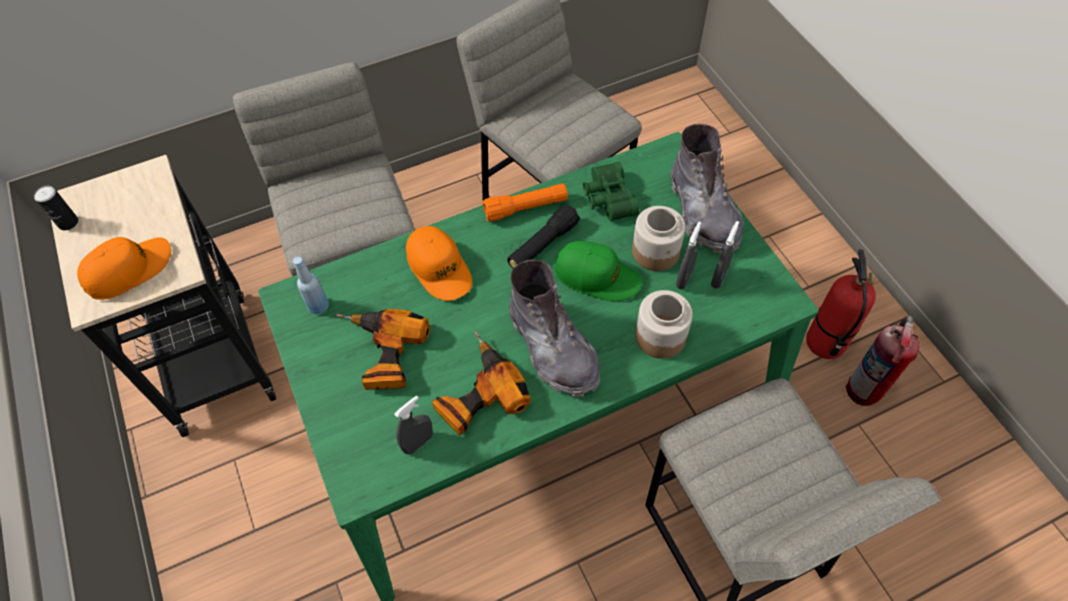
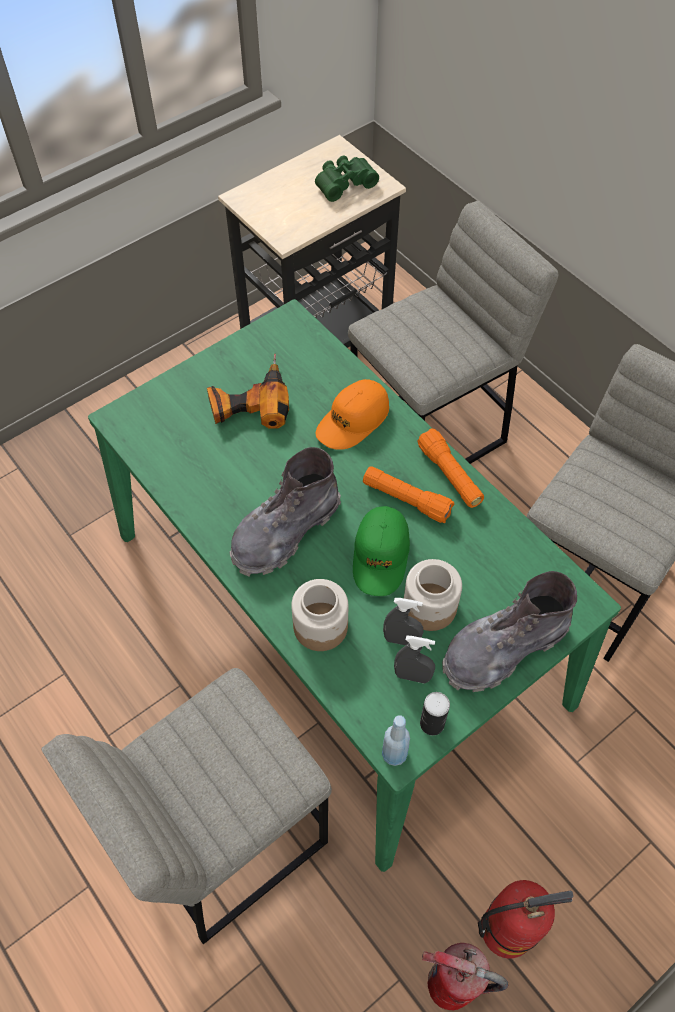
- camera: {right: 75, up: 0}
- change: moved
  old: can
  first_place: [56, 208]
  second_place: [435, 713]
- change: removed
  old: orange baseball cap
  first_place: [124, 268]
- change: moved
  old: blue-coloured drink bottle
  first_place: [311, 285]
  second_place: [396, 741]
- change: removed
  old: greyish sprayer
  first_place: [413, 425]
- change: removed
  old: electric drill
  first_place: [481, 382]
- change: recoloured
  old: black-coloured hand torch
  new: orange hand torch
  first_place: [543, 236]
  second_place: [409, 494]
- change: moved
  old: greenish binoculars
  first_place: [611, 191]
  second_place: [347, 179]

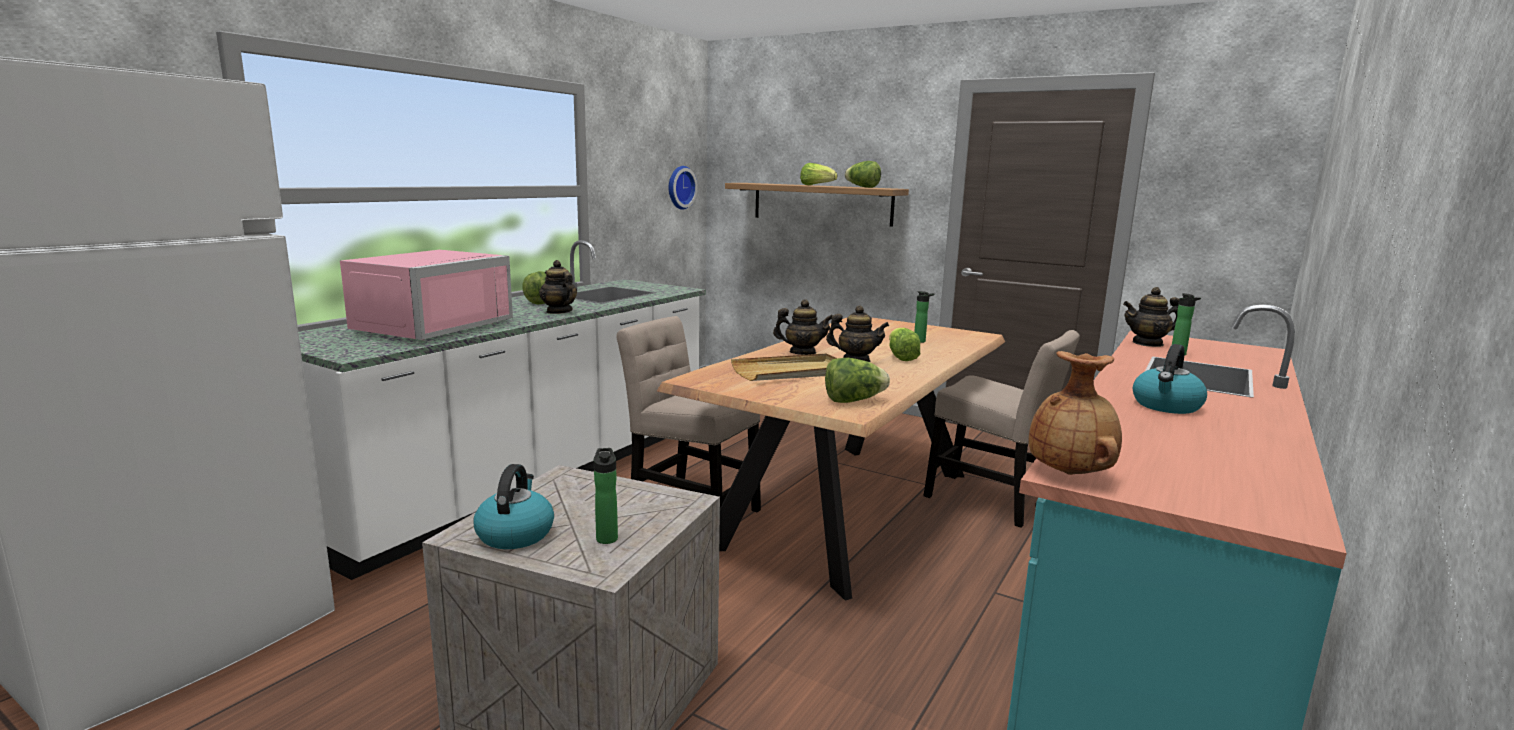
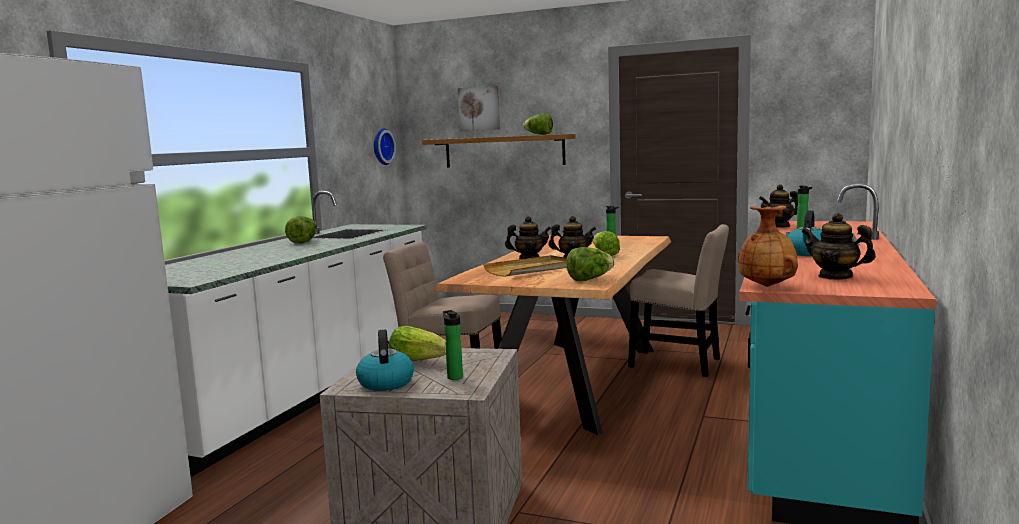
- camera: {right: -10, up: -5}
- change: removed
  old: pink microwave oven
  first_place: [426, 295]
- change: moved
  old: pot for tea
  first_place: [558, 287]
  second_place: [838, 246]
- change: moved
  old: lettuce head
  first_place: [818, 174]
  second_place: [417, 343]
- change: added
  new: wall picture
  second_place: [479, 108]

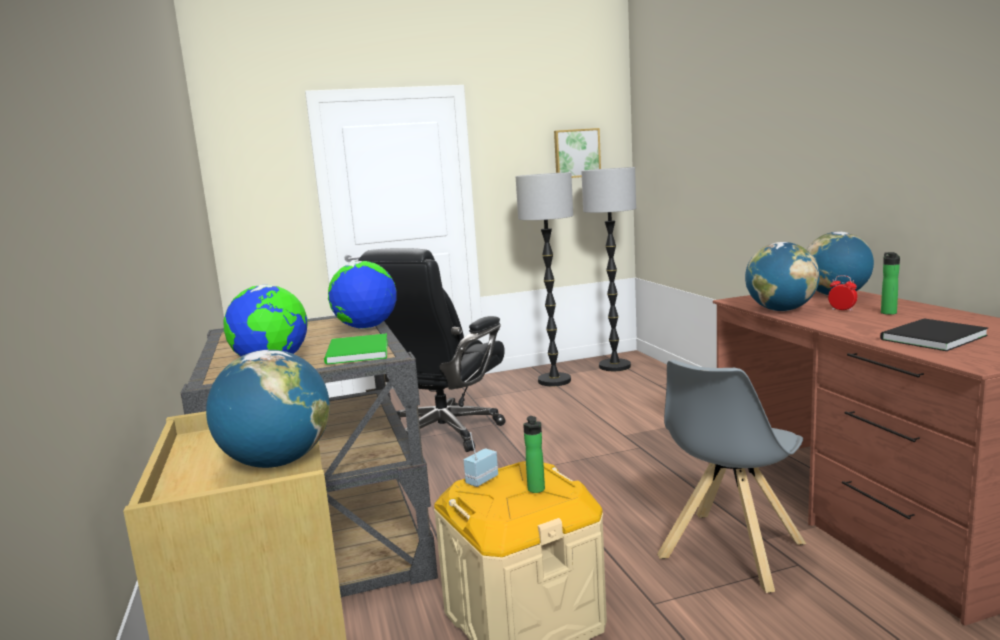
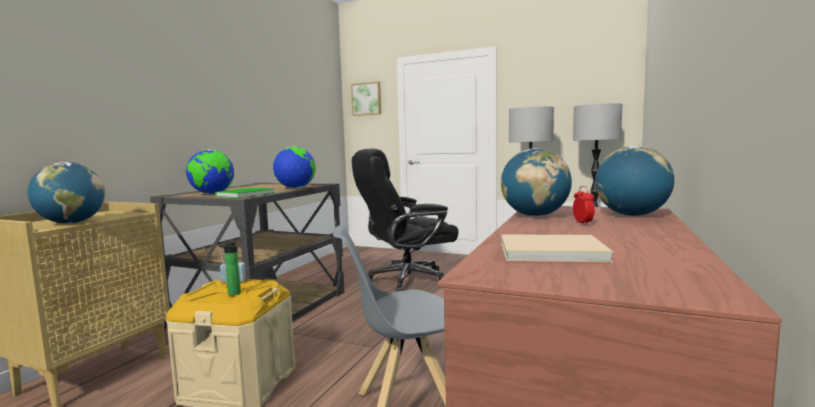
- camera: {right: 40, up: -5}
- change: moved
  old: wall picture
  first_place: [577, 153]
  second_place: [366, 99]
- change: recoloured
  old: black-coloured volume
  new: beige volume
  first_place: [934, 335]
  second_place: [557, 248]
- change: removed
  old: drink bottle
  first_place: [890, 283]

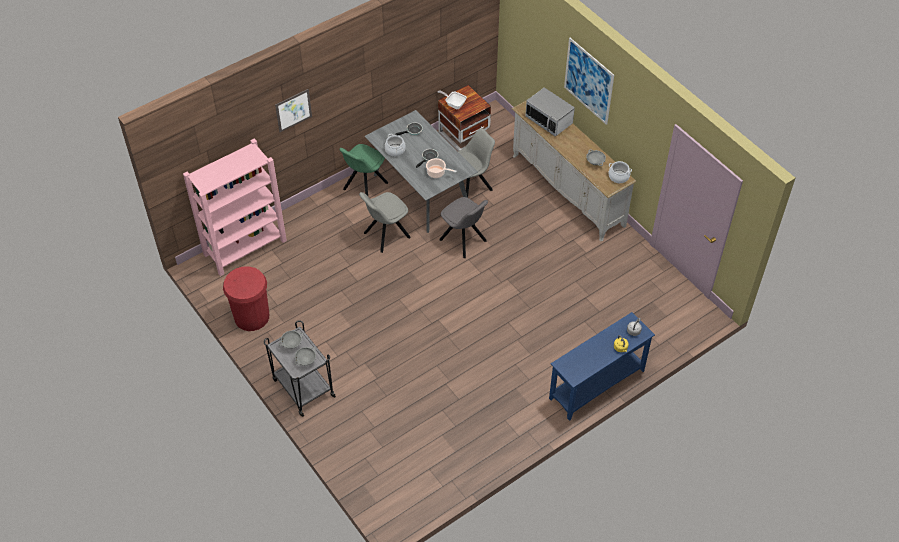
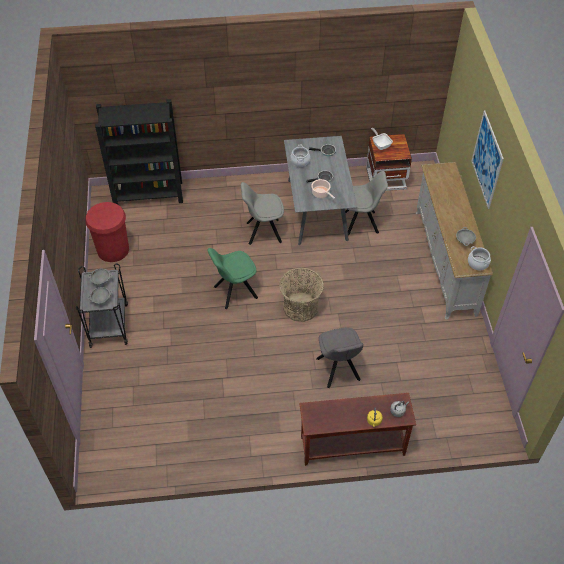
- camera: {right: 30, up: 0}
- change: recoloured
  old: pink shelving unit
  new: black-coloured shelving unit
  first_place: [235, 207]
  second_place: [139, 151]
- change: removed
  old: wall picture
  first_place: [293, 110]
- change: moved
  old: greenish chair
  first_place: [364, 170]
  second_place: [232, 278]
- change: moved
  old: greyish chair
  first_place: [463, 227]
  second_place: [339, 358]
- change: removed
  old: microwave oven
  first_place: [550, 111]
- change: recoloured
  old: blue-coloured narrow table
  new: brownish narrow table
  first_place: [602, 366]
  second_place: [357, 429]
- change: added
  new: basket
  second_place: [301, 295]

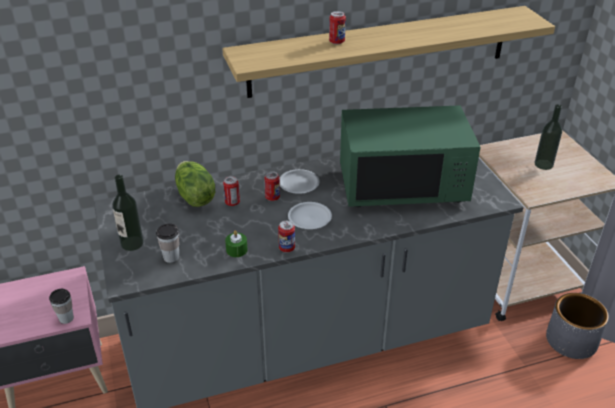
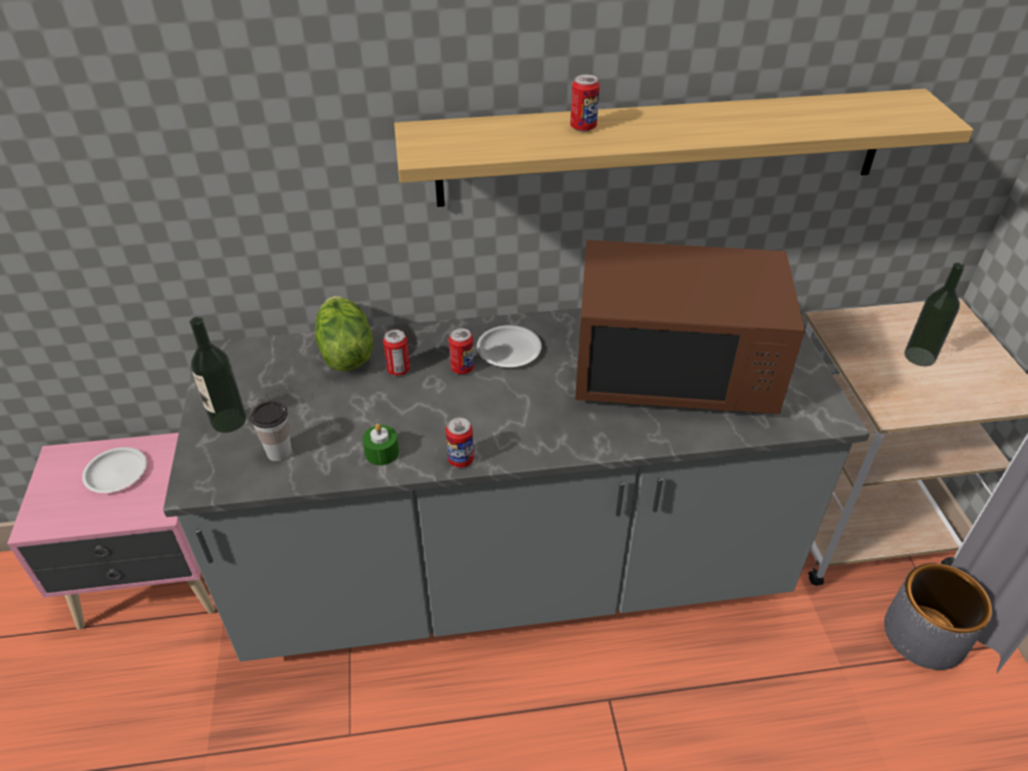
- camera: {right: 10, up: 5}
- change: removed
  old: drinking cup
  first_place: [61, 306]
- change: moved
  old: white-coloured flat dish
  first_place: [310, 215]
  second_place: [114, 470]
- change: recoloured
  old: greenish microwave oven
  new: brownish microwave oven
  first_place: [410, 156]
  second_place: [690, 327]

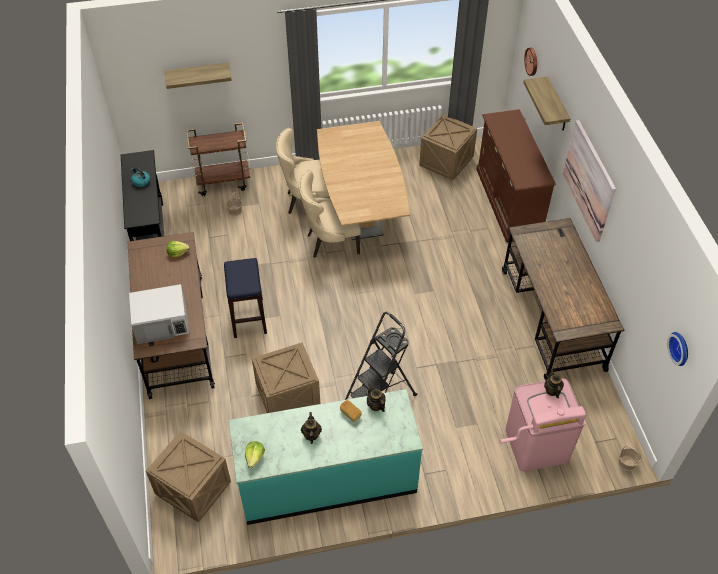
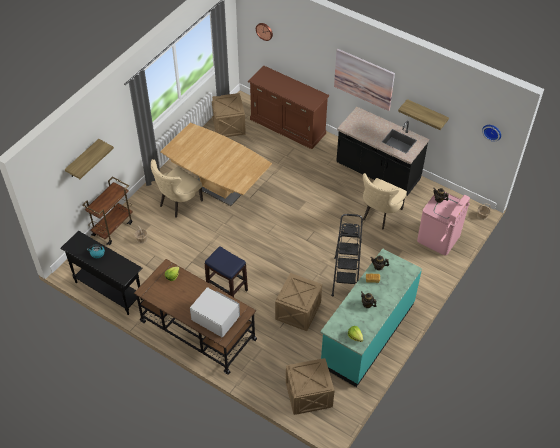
- camera: {right: -45, up: 0}
- change: turned
  old: white-coloured microwave oven
  first_place: [159, 314]
  second_place: [215, 312]
  degrees: -90
- change: moved
  old: beige chair
  first_place: [330, 214]
  second_place: [385, 201]
- change: replaced
  old: brownish desk unit
  new: black-coloured counter
  first_place: [563, 299]
  second_place: [382, 151]
- change: moved
  old: wall shelf
  first_place: [546, 104]
  second_place: [423, 114]

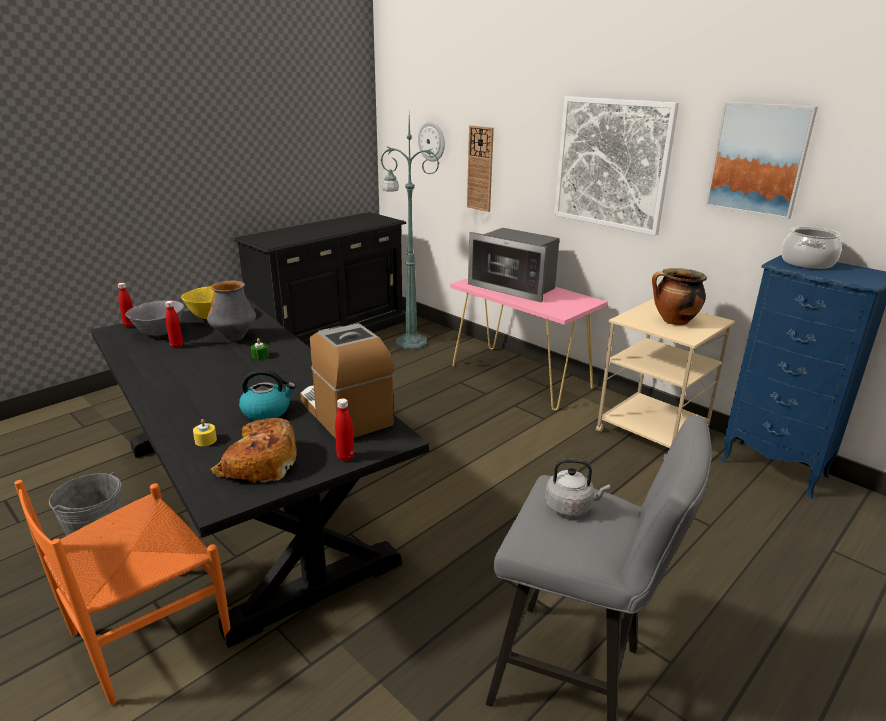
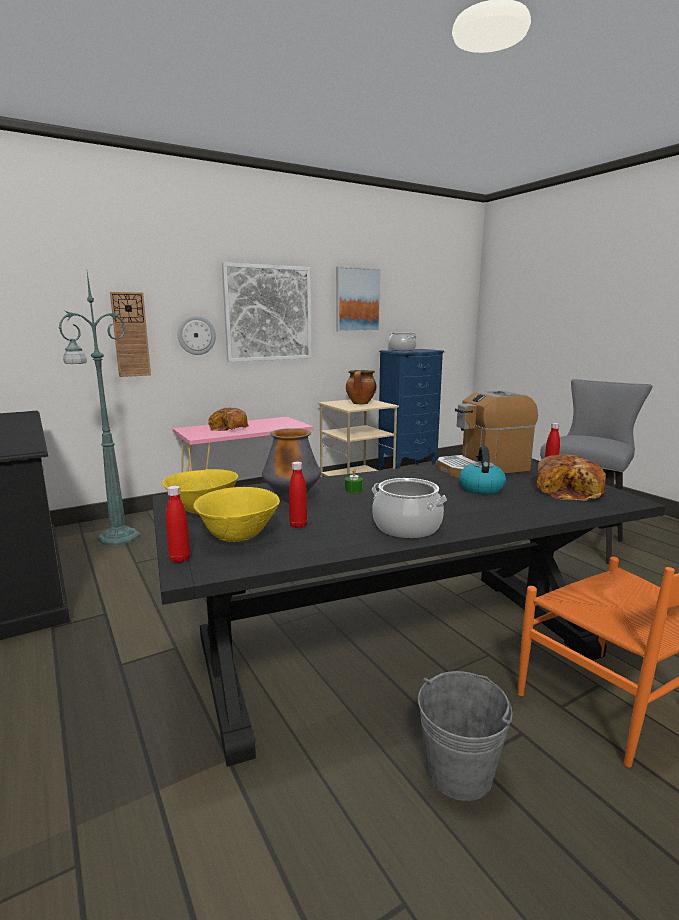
- camera: {right: -75, up: -10}
- change: recoloured
  old: greyish serving bowl
  new: yellowish serving bowl
  first_place: [154, 318]
  second_place: [236, 514]
- change: removed
  old: yellowish candle
  first_place: [205, 432]
- change: moved
  old: clock on the wall
  first_place: [431, 142]
  second_place: [197, 335]
- change: replaced
  old: microwave oven
  new: bread
  first_place: [514, 265]
  second_place: [229, 419]
- change: removed
  old: greyish kettle
  first_place: [577, 487]
- change: added
  new: cooking pot
  second_place: [409, 508]

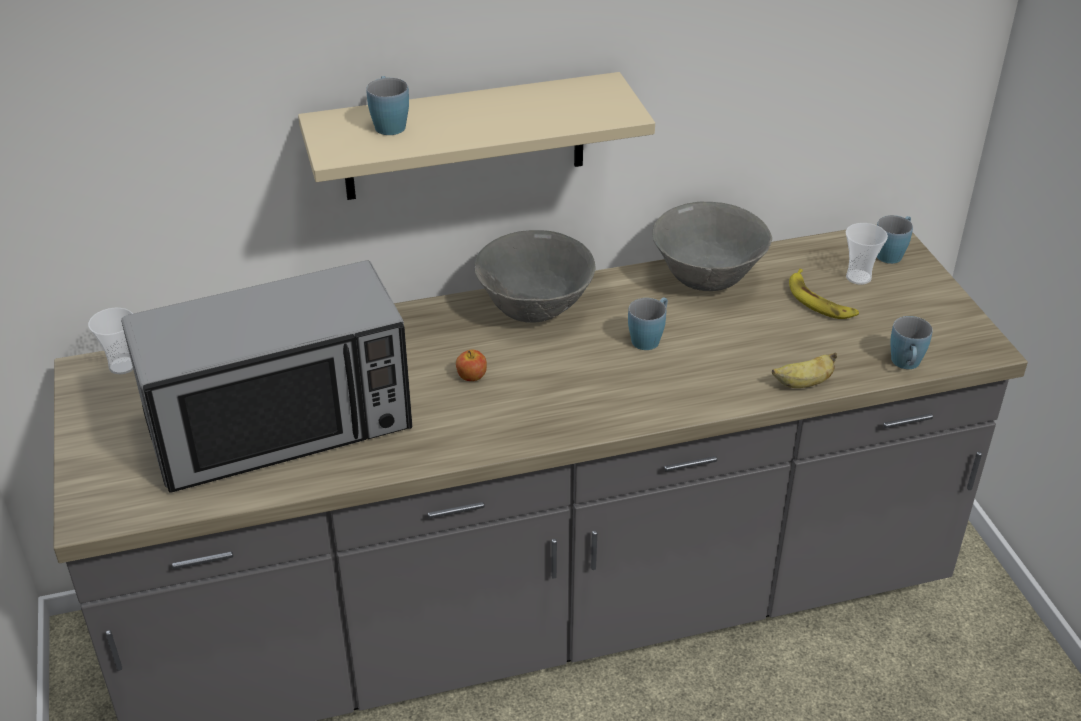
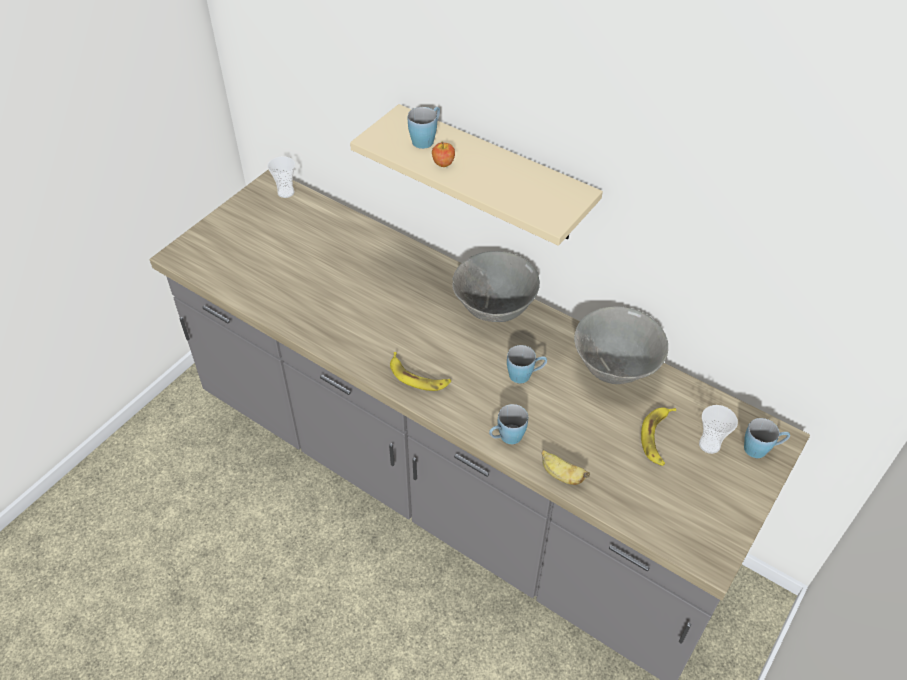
- camera: {right: 50, up: 10}
- change: removed
  old: microwave oven
  first_place: [266, 377]
- change: moved
  old: whole apple
  first_place: [471, 365]
  second_place: [443, 154]
- change: moved
  old: blue-coloured coffee mug
  first_place: [911, 342]
  second_place: [508, 424]
- change: added
  new: whole banana
  second_place: [420, 371]

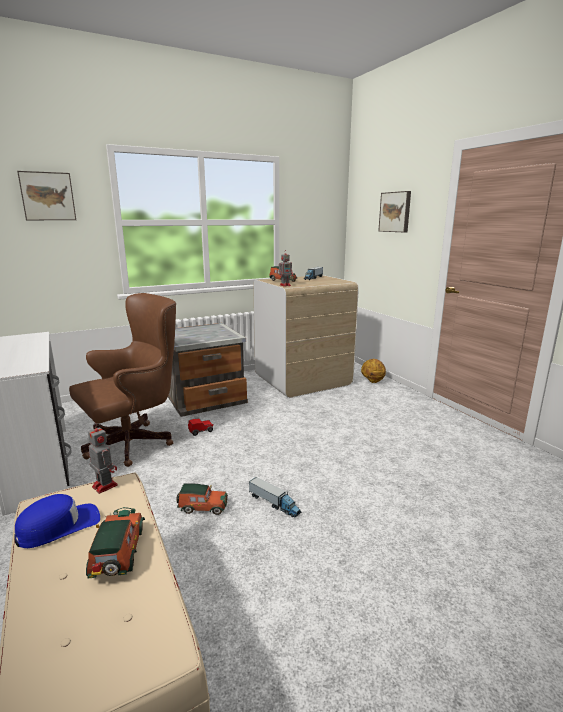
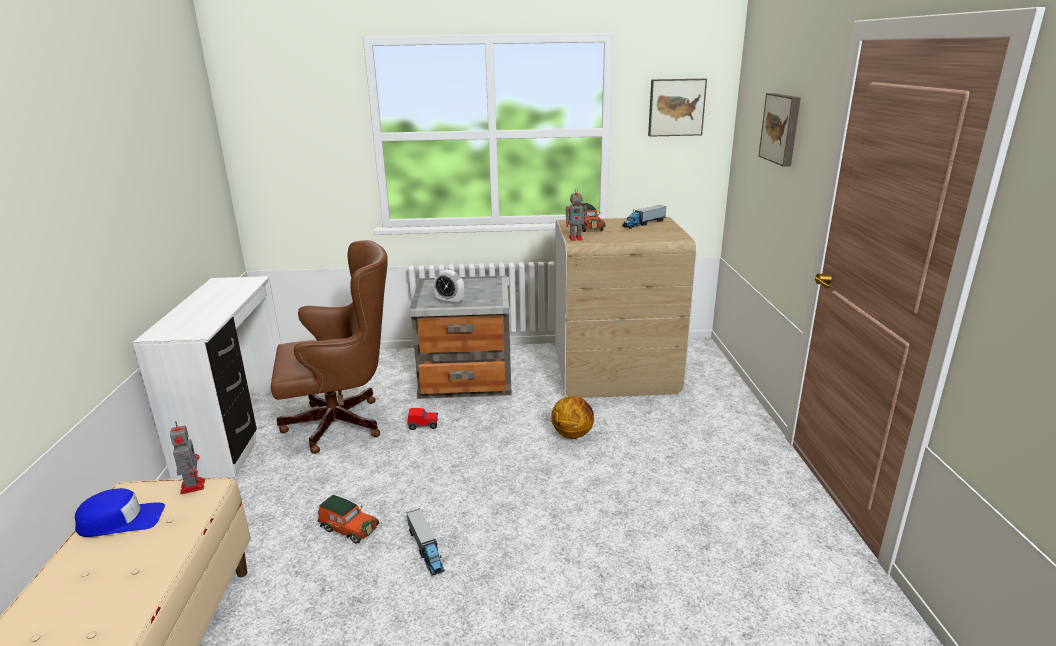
- camera: {right: 25, up: 5}
- change: moved
  old: wall picture
  first_place: [46, 195]
  second_place: [677, 108]
- change: removed
  old: toy car
  first_place: [115, 542]
- change: moved
  old: ball for basketball
  first_place: [373, 371]
  second_place: [572, 417]
- change: added
  new: table clock
  second_place: [449, 287]

